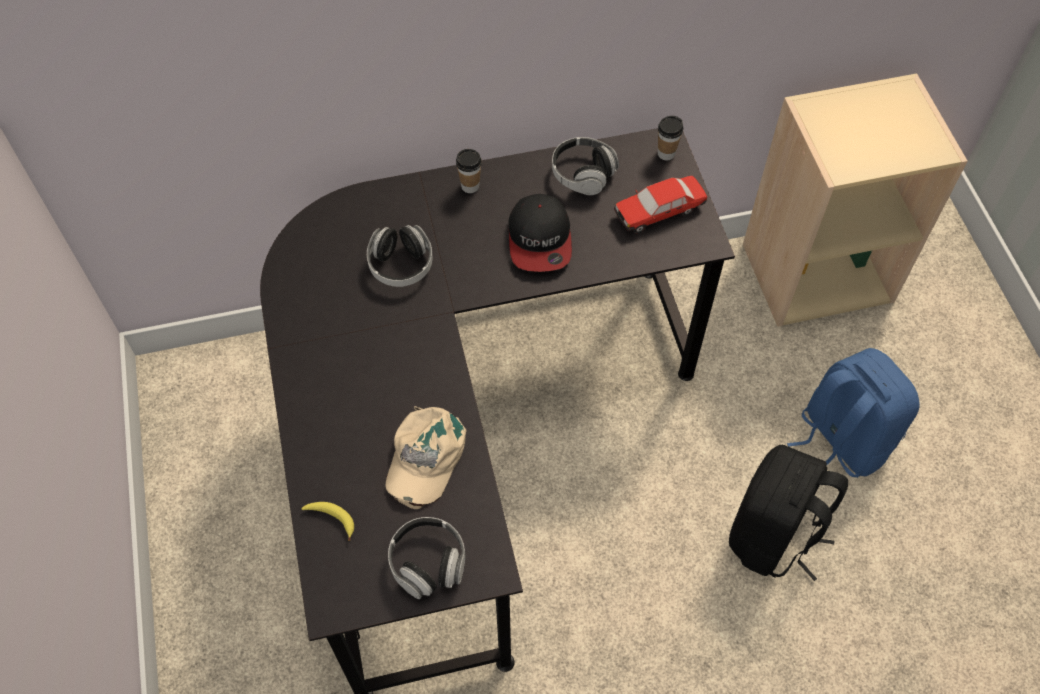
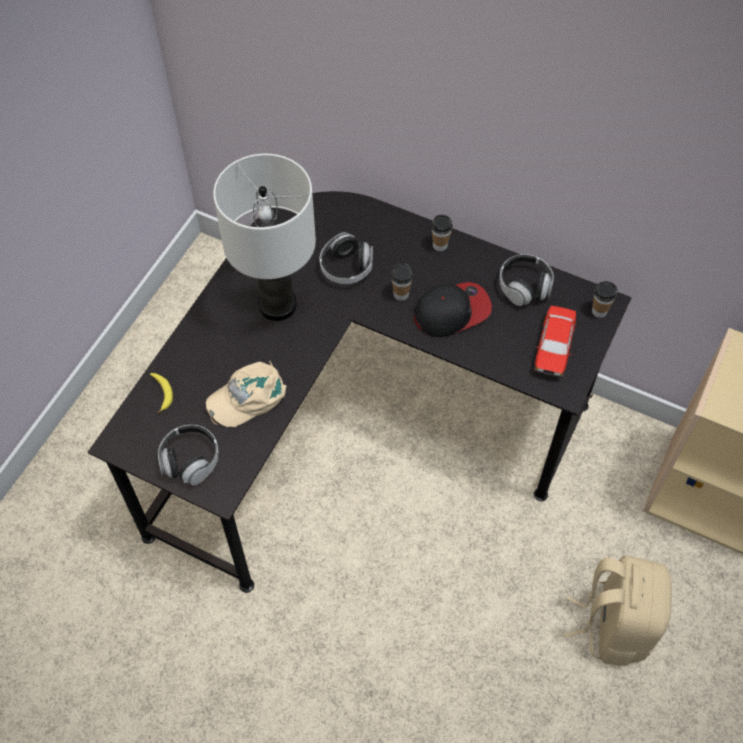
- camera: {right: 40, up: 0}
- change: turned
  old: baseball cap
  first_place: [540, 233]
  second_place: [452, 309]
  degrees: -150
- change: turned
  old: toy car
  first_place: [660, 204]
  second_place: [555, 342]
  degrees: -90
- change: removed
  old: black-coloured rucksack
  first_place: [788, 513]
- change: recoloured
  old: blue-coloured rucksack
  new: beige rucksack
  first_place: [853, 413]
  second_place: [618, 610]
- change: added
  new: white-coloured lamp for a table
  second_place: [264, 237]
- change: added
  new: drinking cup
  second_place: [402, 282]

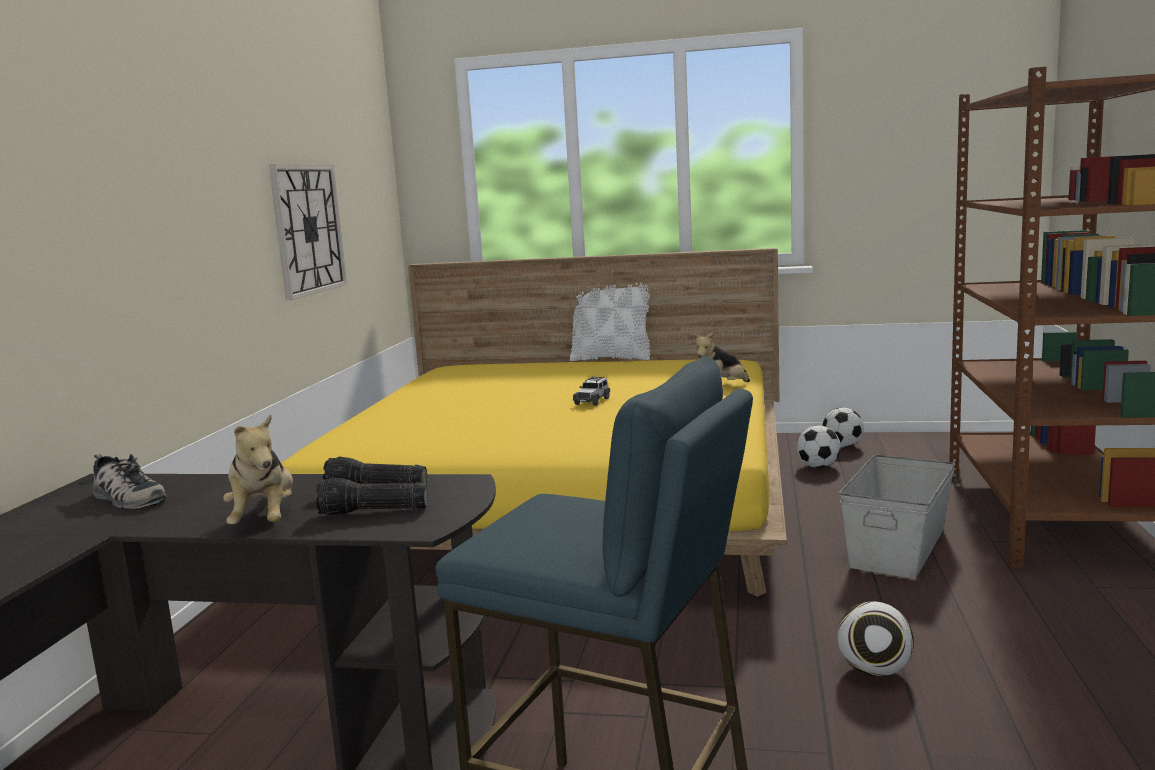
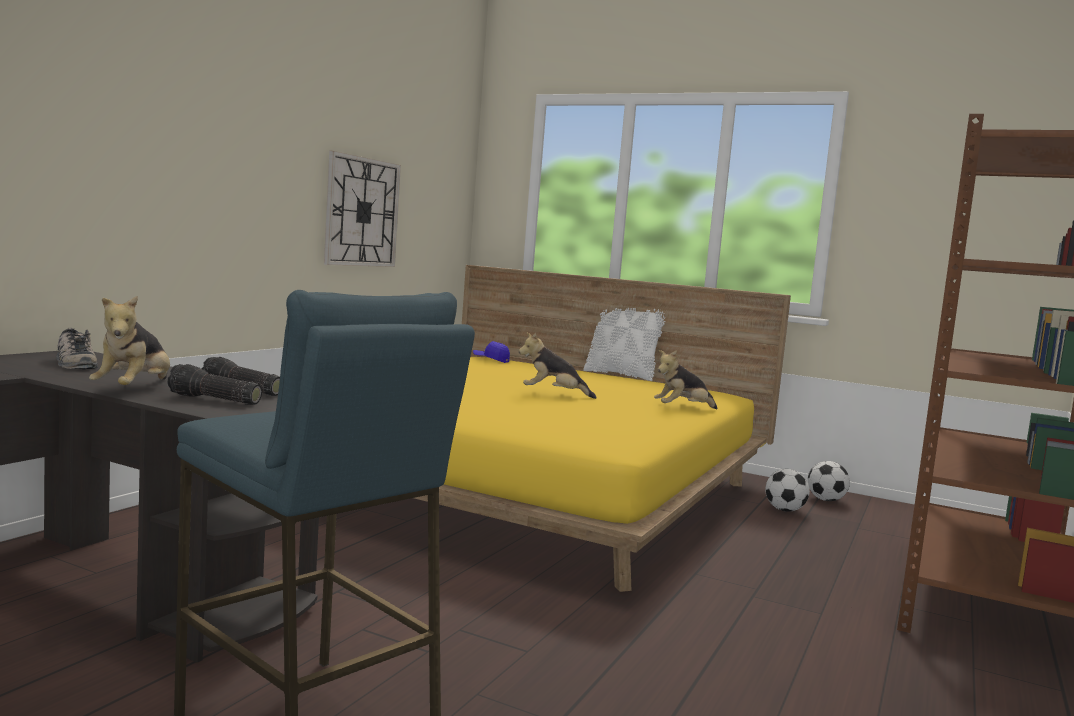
- camera: {right: 15, up: -5}
- change: replaced
  old: toy car
  new: soft toy
  first_place: [591, 391]
  second_place: [557, 365]
- change: removed
  old: football
  first_place: [875, 639]
- change: removed
  old: greyish storage bin
  first_place: [897, 517]
- change: added
  new: blue-coloured baseball cap
  second_place: [491, 352]

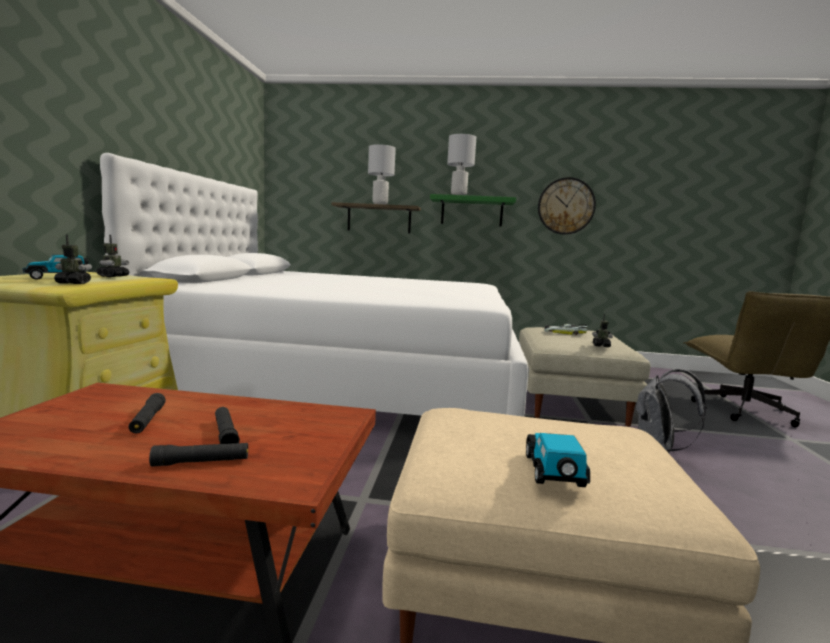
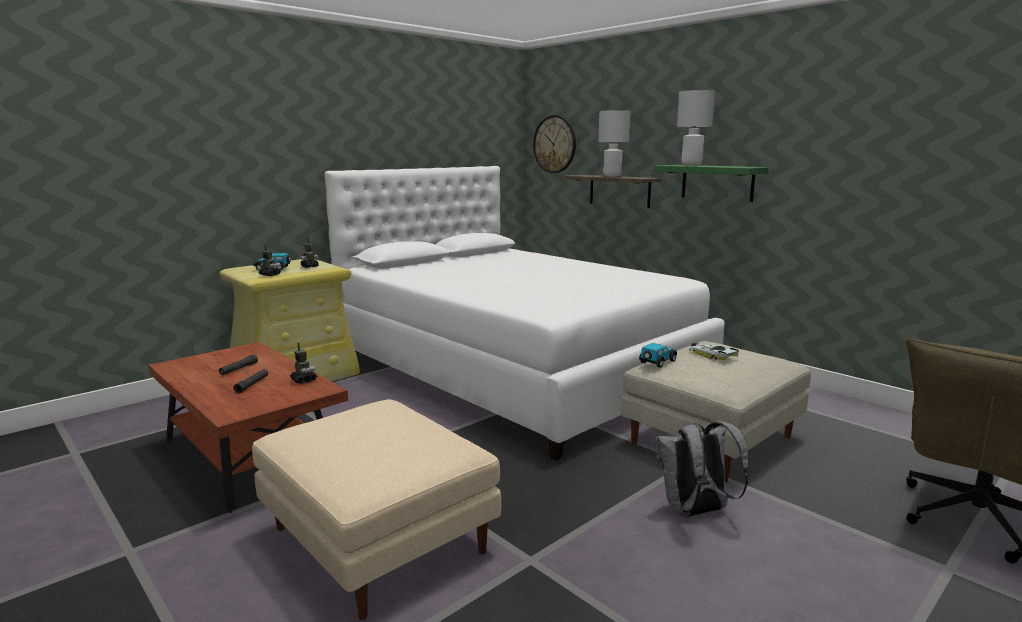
- camera: {right: 40, up: 5}
- change: removed
  old: black-coloured hand torch
  first_place: [198, 455]
- change: moved
  old: toy car
  first_place: [558, 460]
  second_place: [658, 355]
- change: moved
  old: clock on the wall
  first_place: [567, 205]
  second_place: [554, 144]
- change: moved
  old: model robot
  first_place: [602, 330]
  second_place: [303, 363]

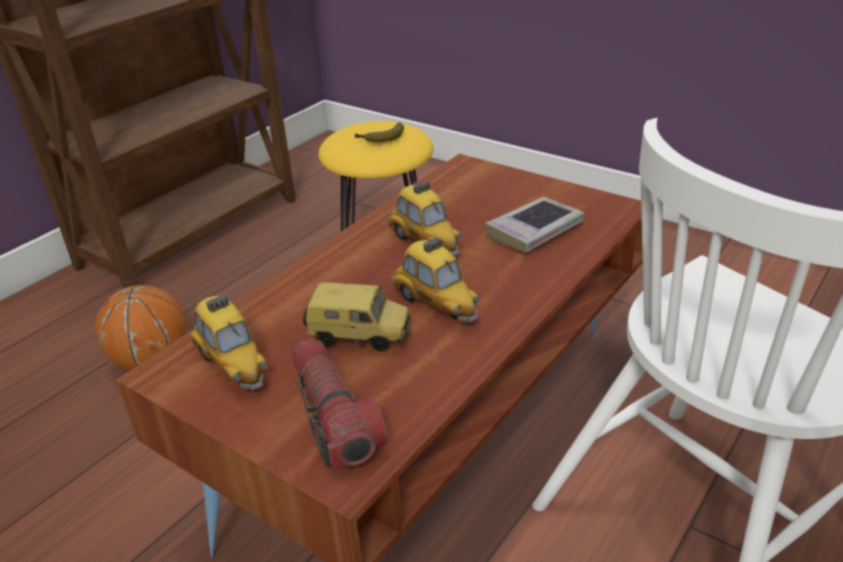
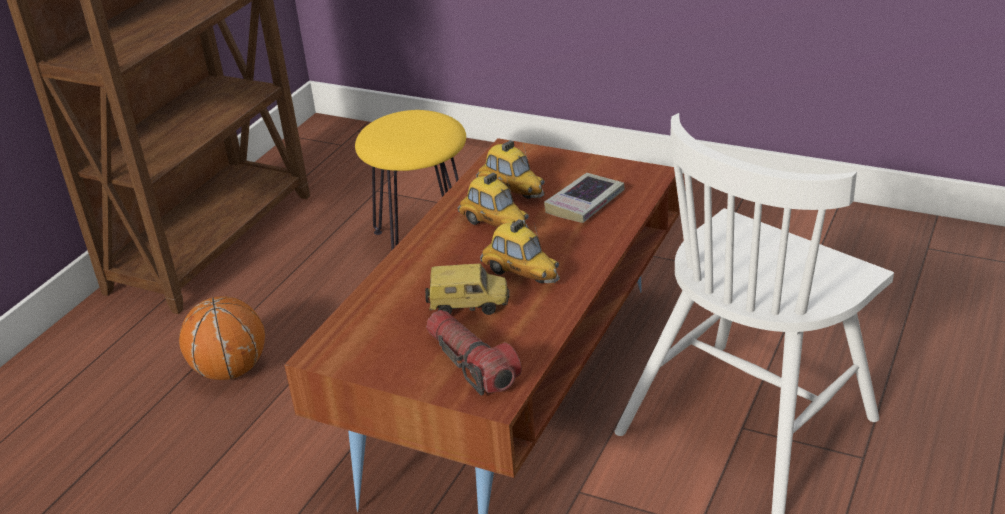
- camera: {right: -10, up: 0}
- change: moved
  old: toy car
  first_place: [228, 342]
  second_place: [510, 169]
- change: removed
  old: whole banana
  first_place: [379, 132]

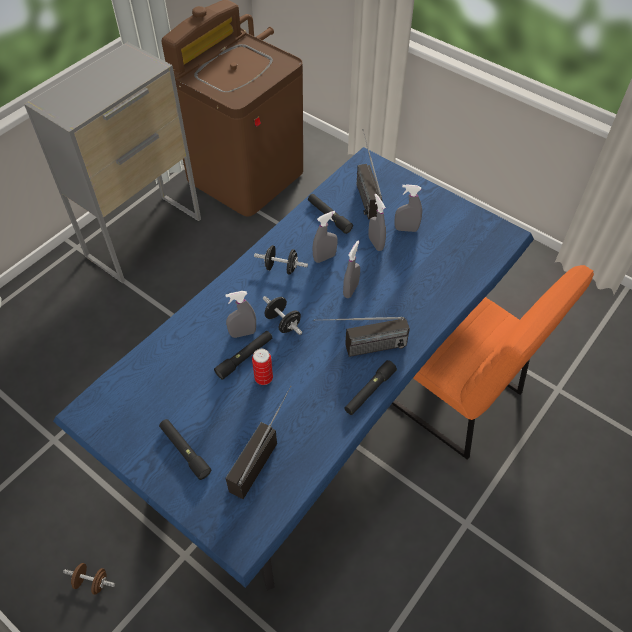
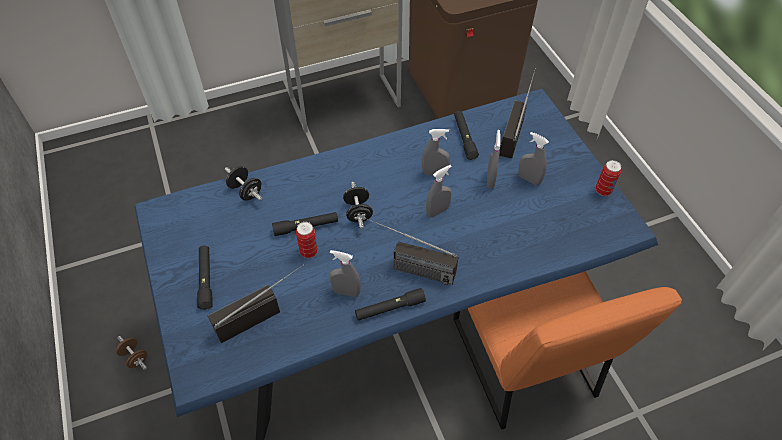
- camera: {right: 30, up: 0}
- change: moved
  old: greyish sprayer
  first_place: [241, 314]
  second_place: [345, 273]
- change: moved
  old: black-coloured dumbbell
  first_place: [281, 260]
  second_place: [244, 183]
- change: added
  new: can
  second_place: [608, 178]

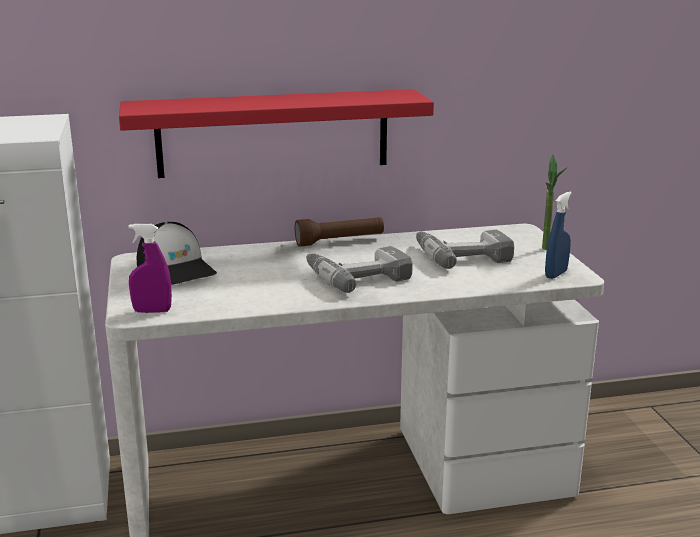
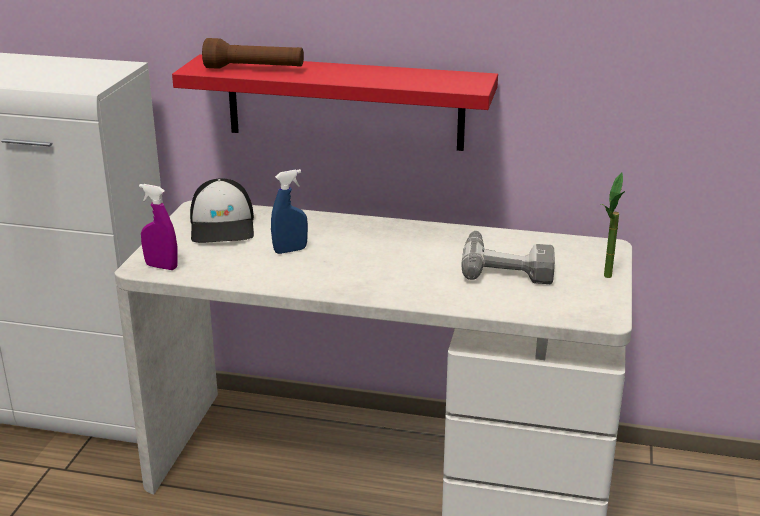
- camera: {right: 25, up: 5}
- change: moved
  old: brownish hand torch
  first_place: [339, 232]
  second_place: [253, 53]
- change: removed
  old: electric drill
  first_place: [359, 269]
- change: moved
  old: blue-coloured sprayer
  first_place: [558, 235]
  second_place: [289, 211]

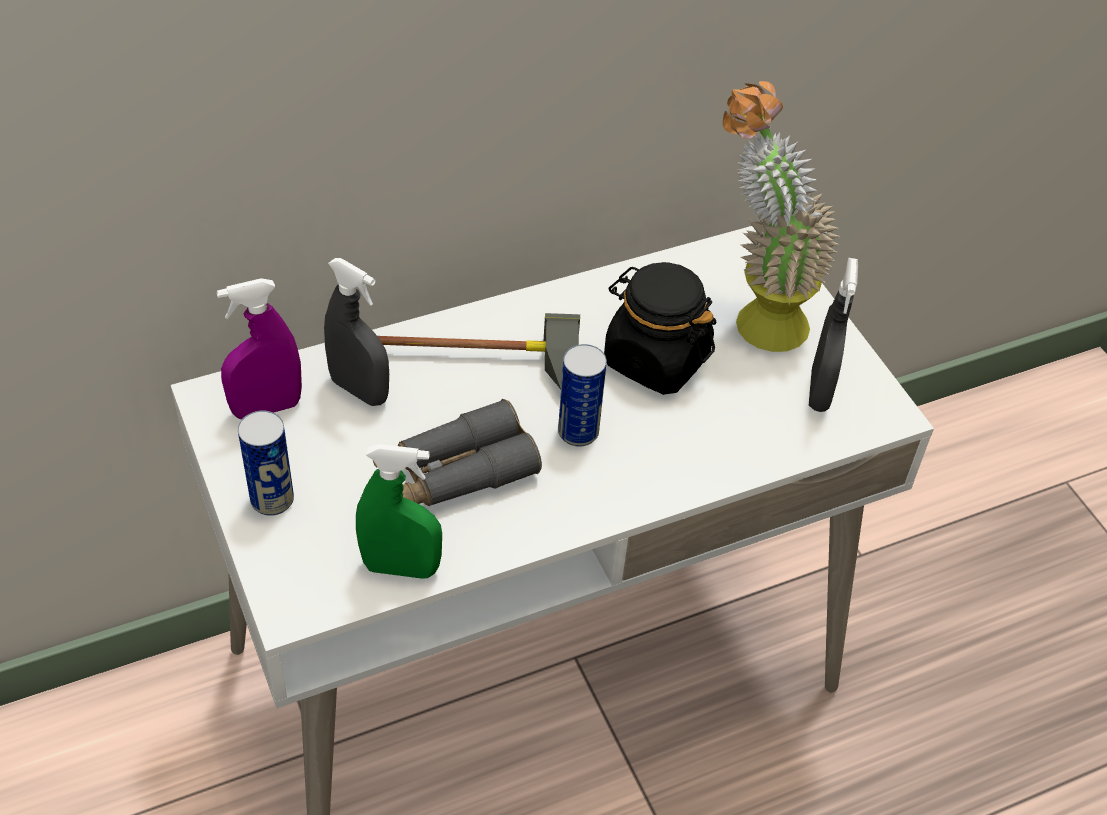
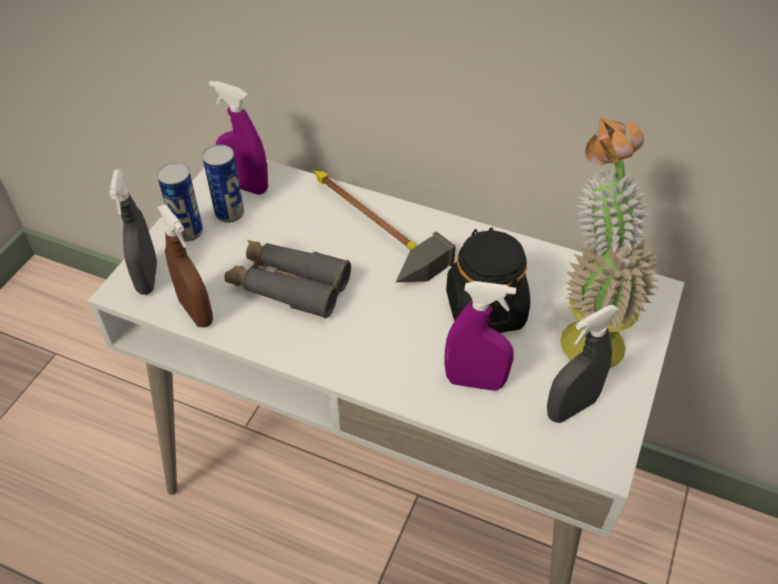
- camera: {right: 50, up: 0}
- change: moved
  old: greyish sprayer
  first_place: [356, 332]
  second_place: [133, 232]
- change: recoloured
  old: greenish sprayer
  new: brownish sprayer
  first_place: [399, 511]
  second_place: [185, 265]
- change: moved
  old: can
  first_place: [582, 395]
  second_place: [223, 184]
- change: added
  new: purple-coloured sprayer
  second_place: [480, 336]

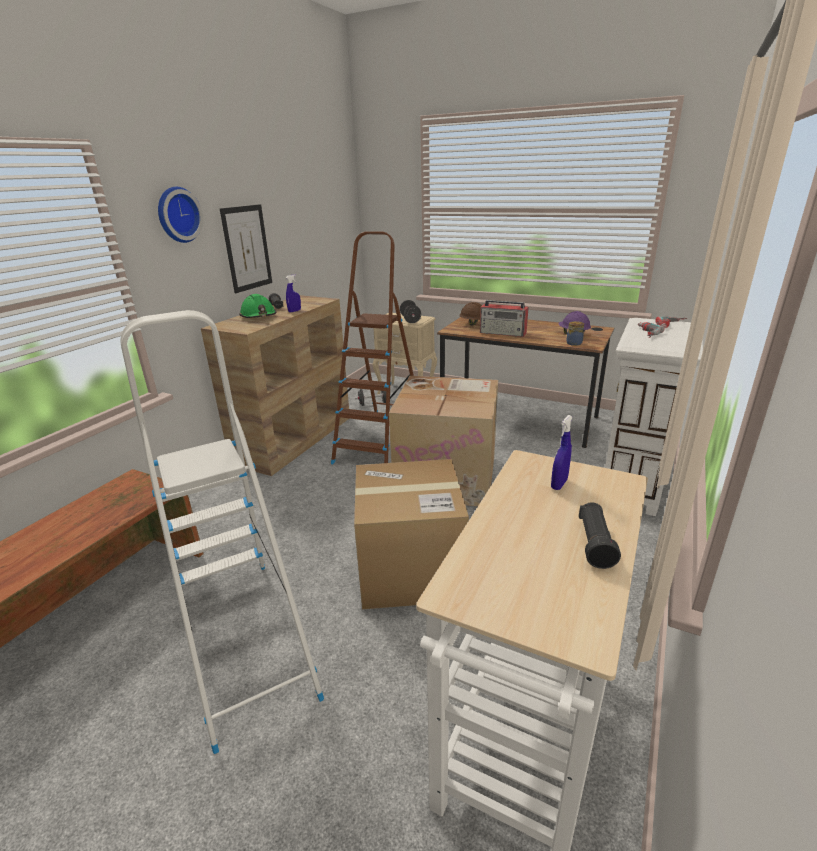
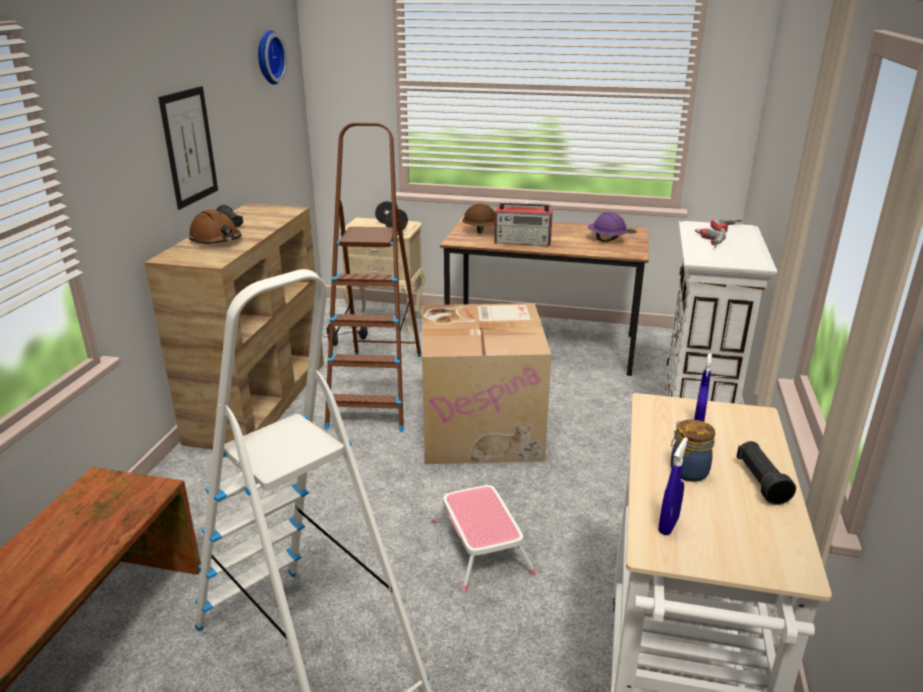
- camera: {right: -15, up: 0}
- change: moved
  old: clock on the wall
  first_place: [180, 214]
  second_place: [272, 57]
- change: recoloured
  old: greenish work helmet
  new: brownish work helmet
  first_place: [257, 306]
  second_place: [215, 226]
- change: moved
  old: blue-coloured sprayer
  first_place: [293, 293]
  second_place: [673, 486]
- change: replaced
  old: cardboard box
  new: pink step ladder
  first_place: [411, 534]
  second_place: [484, 539]
- change: moved
  old: storage jar
  first_place: [575, 333]
  second_place: [692, 450]

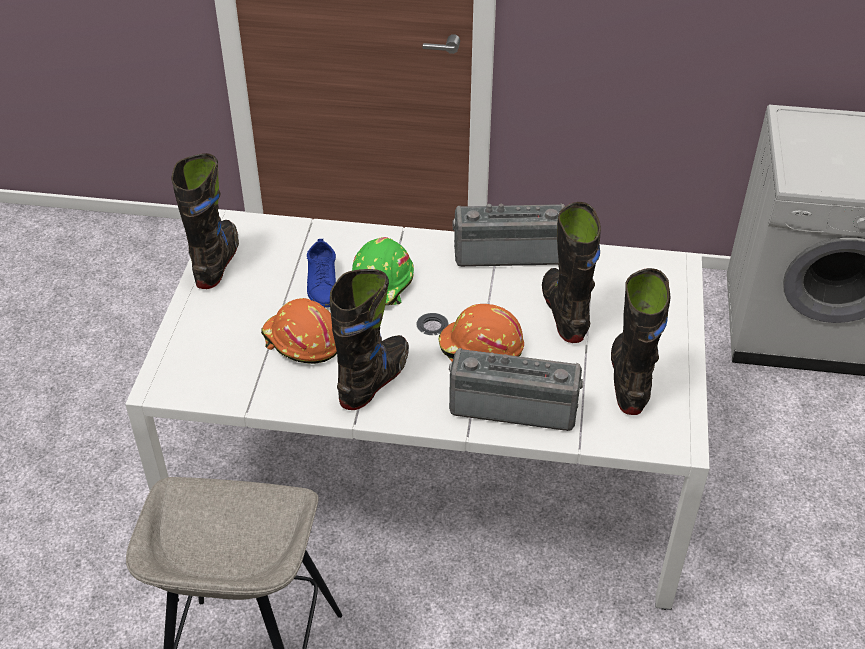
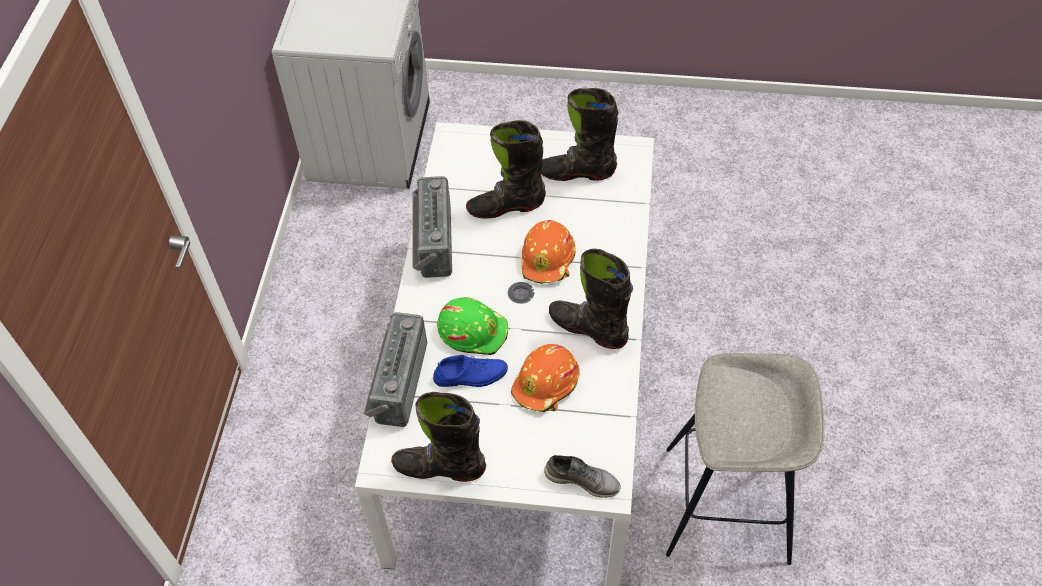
- camera: {right: -90, up: 10}
- change: moved
  old: radio
  first_place: [516, 389]
  second_place: [395, 369]
- change: added
  new: greyish item of footwear
  second_place: [582, 476]

